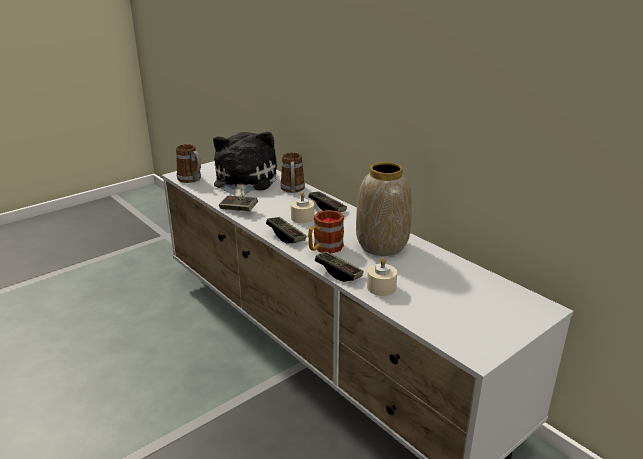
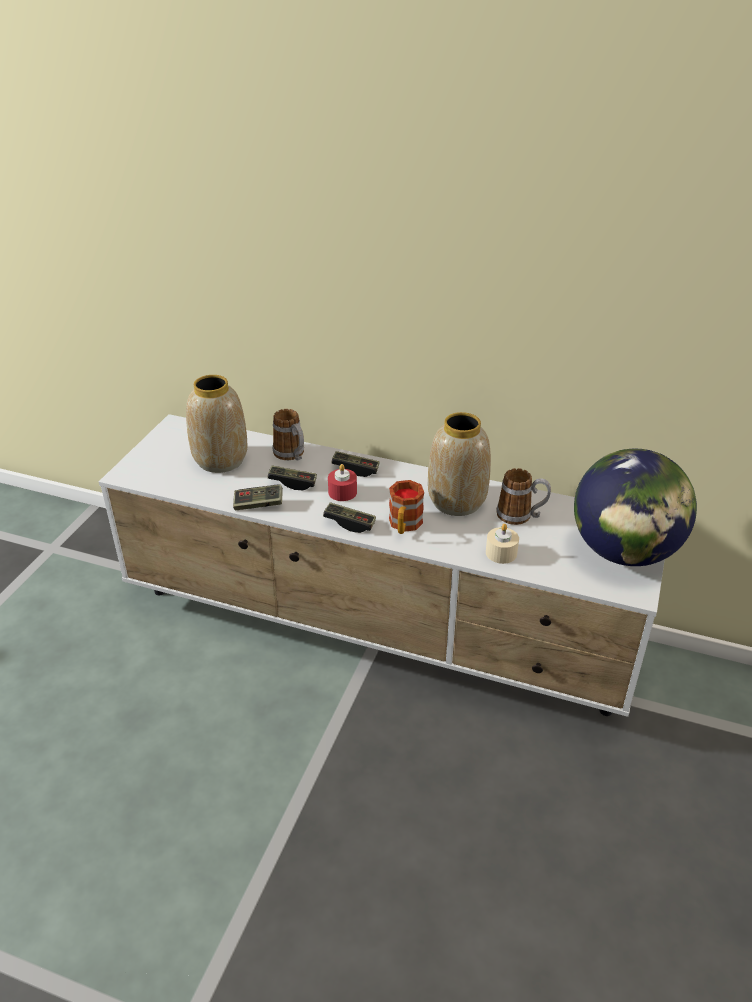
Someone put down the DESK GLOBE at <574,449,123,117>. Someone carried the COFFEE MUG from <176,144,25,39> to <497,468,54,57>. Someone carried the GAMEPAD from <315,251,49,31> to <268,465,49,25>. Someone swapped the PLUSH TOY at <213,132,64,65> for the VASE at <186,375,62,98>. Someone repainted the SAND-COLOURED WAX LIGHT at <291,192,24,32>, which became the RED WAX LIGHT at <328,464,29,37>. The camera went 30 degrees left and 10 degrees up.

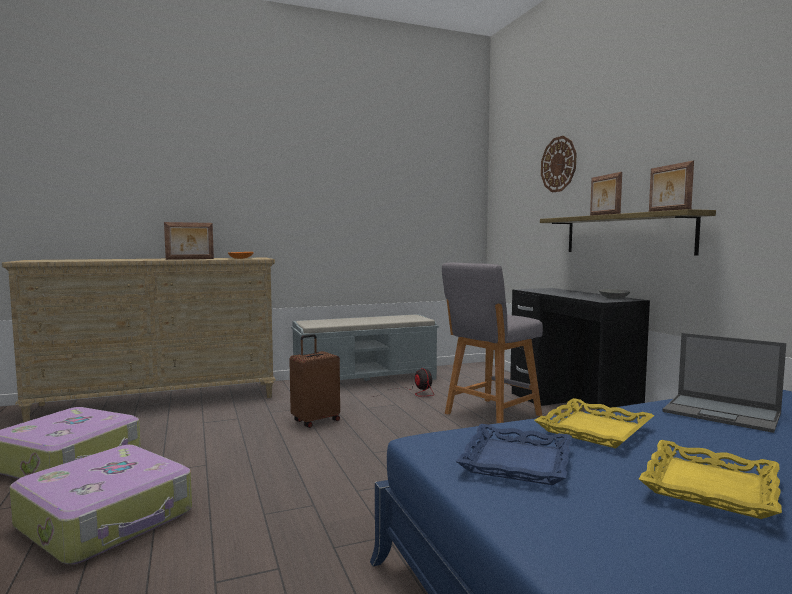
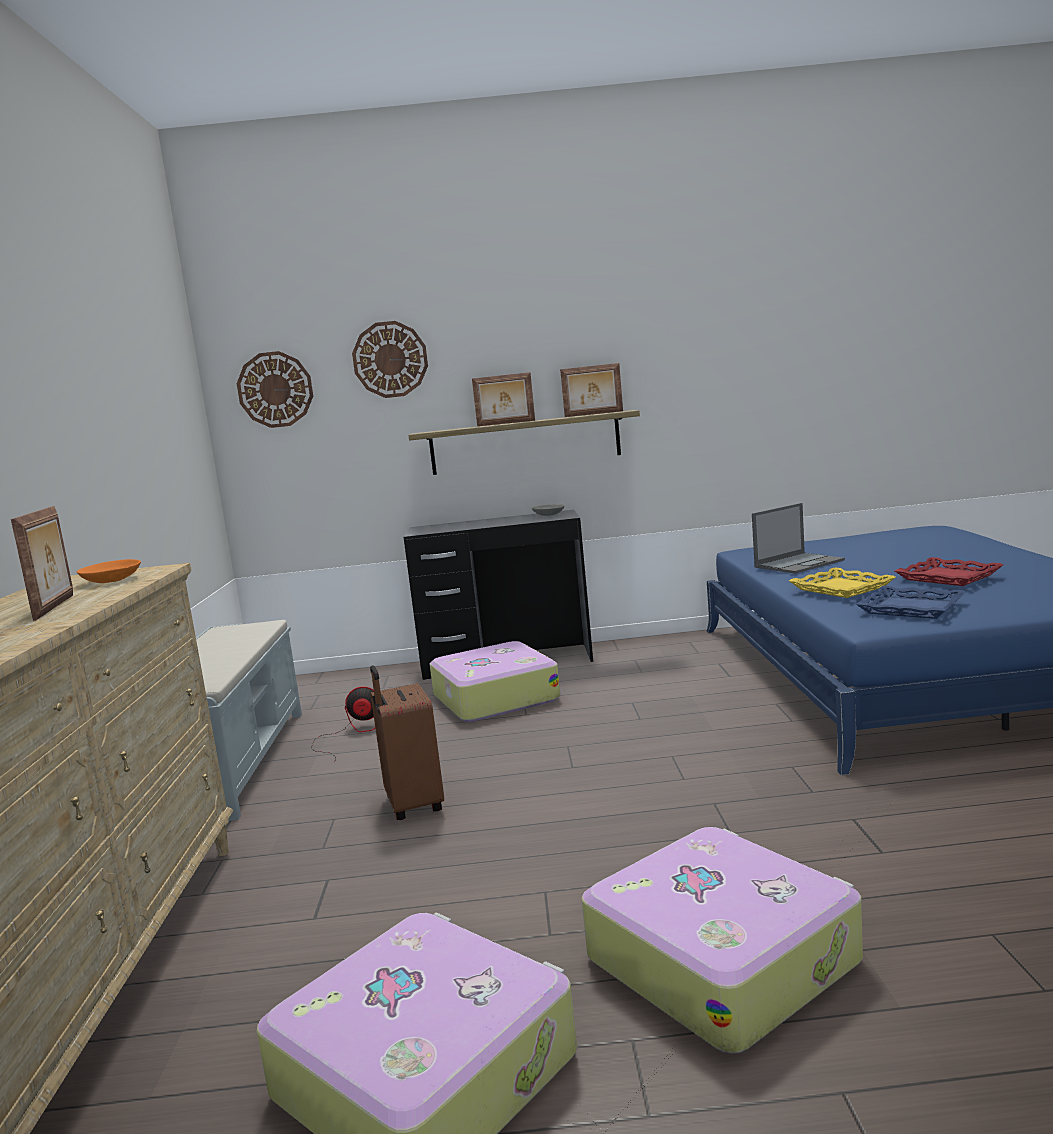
Someone put up the CLOCK ON THE WALL at <237,351,76,77>. Someone swapped the GREY SITTING STOOL at <442,262,101,162> for the TRAVEL CASE at <430,641,130,81>. Someone repainted the YELLOW-COLOURED CARRYING TRAY at <639,440,143,79>, which became the RED CARRYING TRAY at <895,557,108,29>. The camera went 70 degrees left and 5 degrees up.

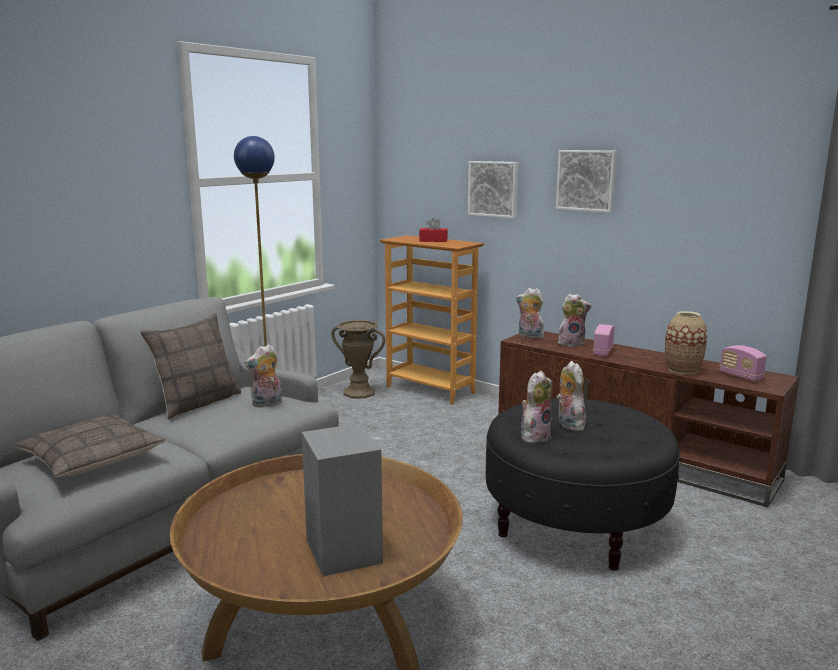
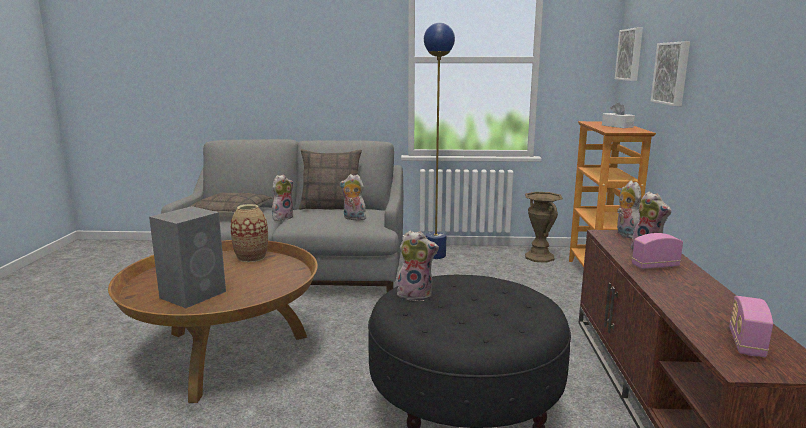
Someone carried the PICTURE from <556,150,61,62> to <615,28,28,53>. Someone carried the PLUSH TOY from <557,361,29,70> to <272,174,22,47>. Someone carried the VASE from <665,311,42,63> to <230,204,38,58>. Someone repainted the RED TISSUE HOLDER at <419,218,29,24>, which became the WHITE TISSUE HOLDER at <602,103,33,25>. The camera went 55 degrees right and 0 degrees up.

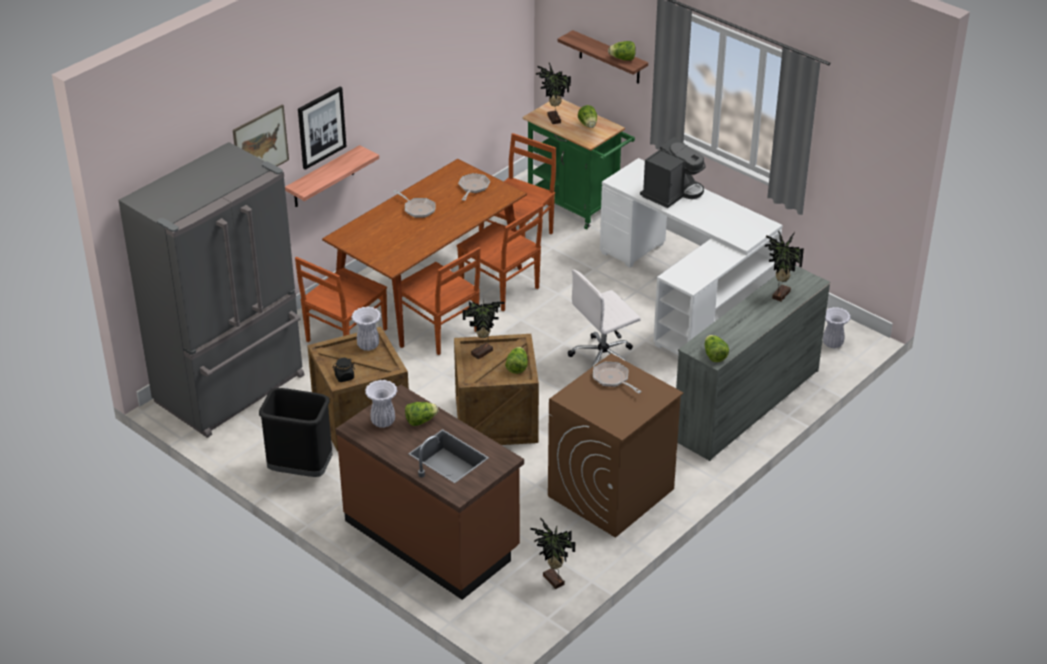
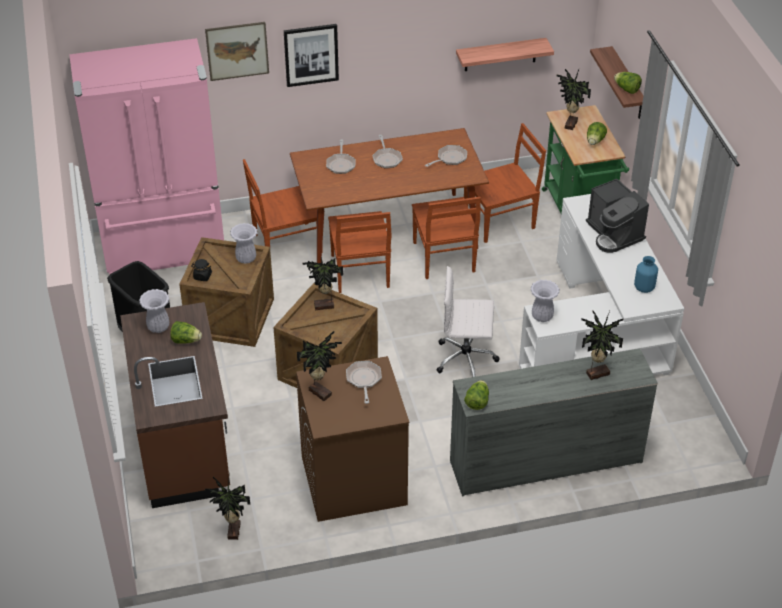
Someone took away the HEAD OF LETTUCE at <505,347,23,27>. Someone put down the HOUSEPLANT at <297,331,45,70>. Someone put down the SKILLET at <326,140,29,34>. Someone put down the BLUE VASE at <634,256,24,37>. Someone carried the SHELF from <285,145,94,62> to <456,38,98,33>. Someone carried the WHITE VASE from <823,307,28,41> to <530,280,30,42>. Someone repainted the GREY REFRIGERATOR at <118,142,186,296>, which became the PINK REFRIGERATOR at <69,38,155,237>. Someone rotated the COFFEE BREWER at <640,137,66,71> by 75 degrees clockwise. The camera went 35 degrees right and 5 degrees up.

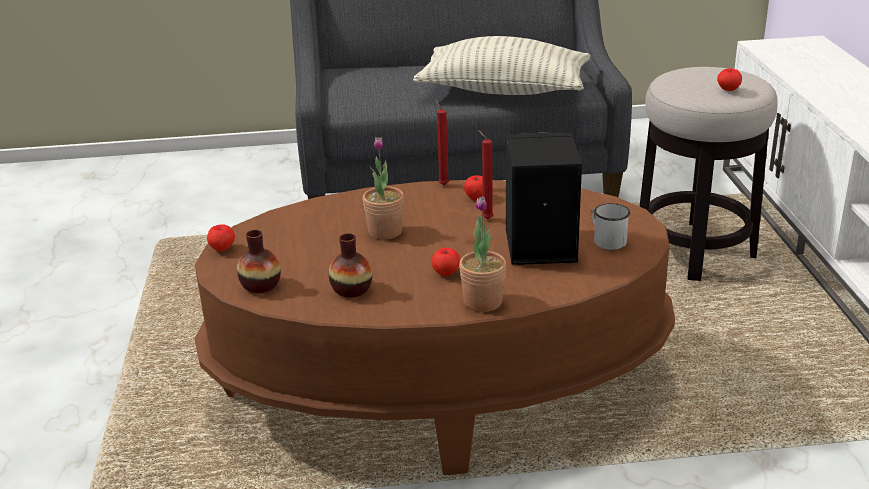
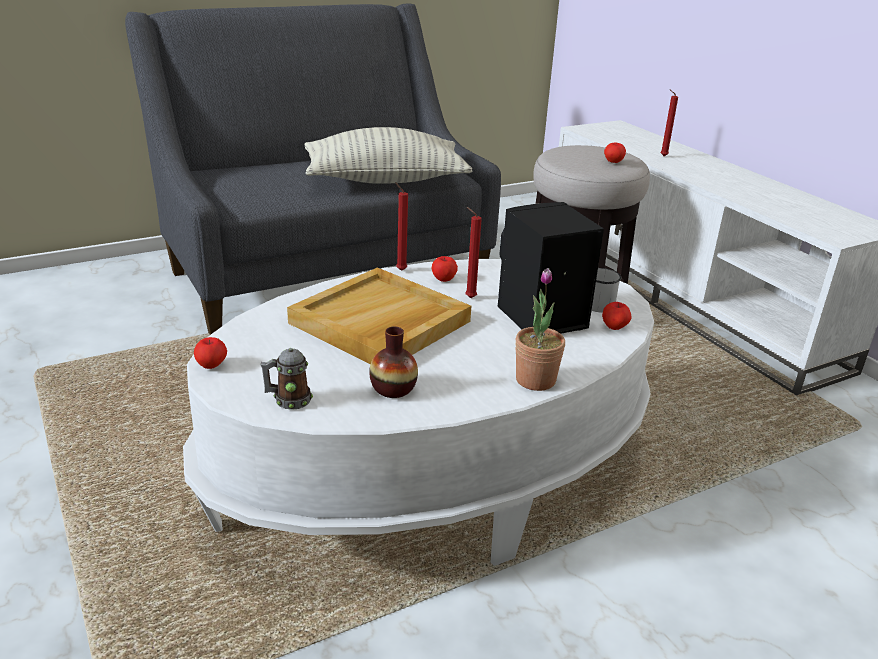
Someone put down the RED WAX LIGHT at <660,90,18,66>. Someone carried the APPLE FRUIT from <432,248,29,28> to <602,302,30,28>. Someone swapped the VASE at <237,230,44,63> for the COFFEE MUG at <260,348,53,62>. Someone swapped the HOUSEPLANT at <363,137,41,103> for the SAND-COLOURED CARRYING TRAY at <287,267,184,97>. Someone repainted the BROWNISH LOW TABLE at <194,180,481,295>, which became the WHITE LOW TABLE at <183,259,471,307>. The camera went 25 degrees left and 0 degrees up.

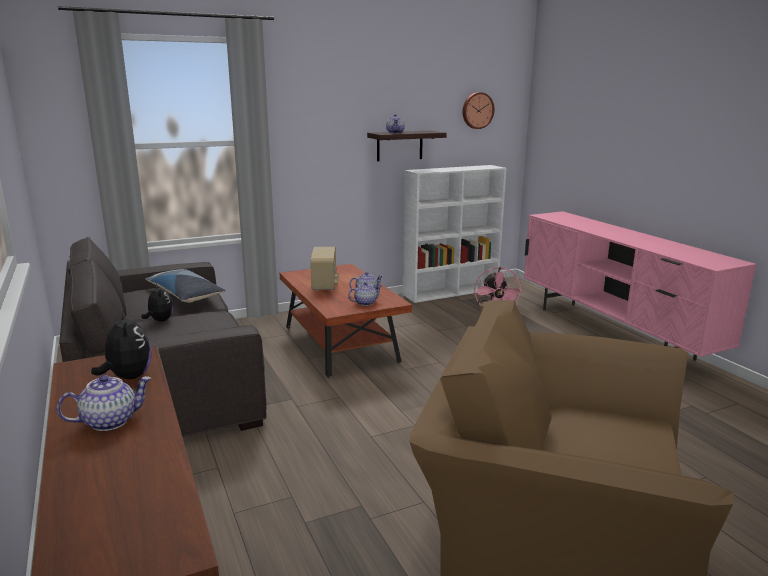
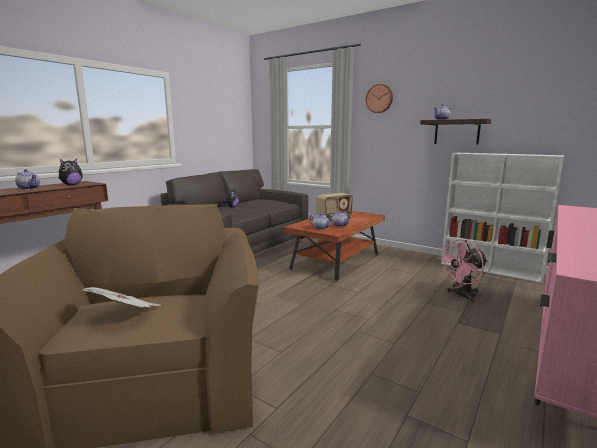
Someone took away the CUSHION at <145,269,81,34>. Someone put down the DAILY PAPER at <83,287,78,21>. Someone carried the CLOCK ON THE WALL from <463,92,31,37> to <366,84,27,29>. The camera went 60 degrees right and 5 degrees down.

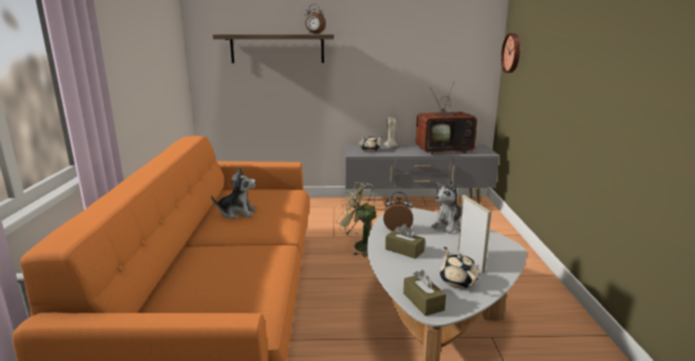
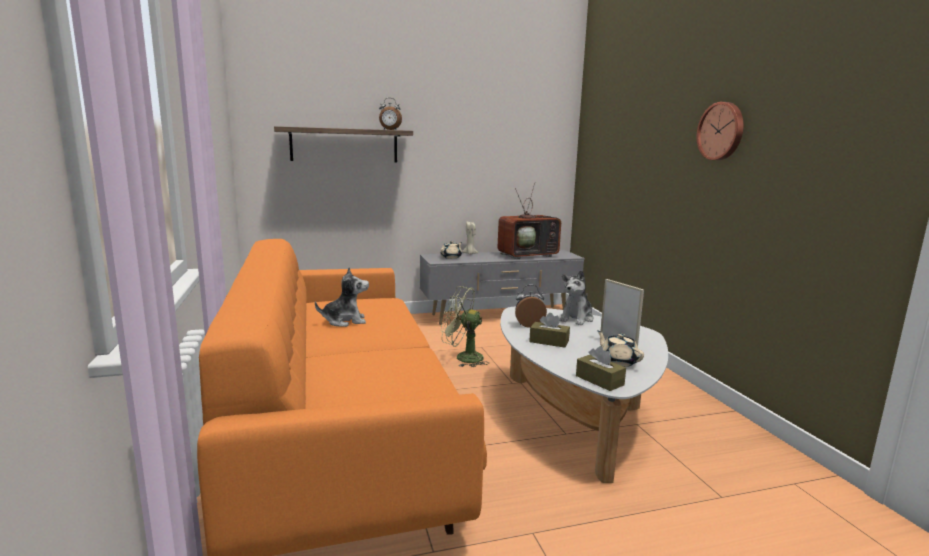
Someone carried the CLOCK ON THE WALL from <501,33,19,40> to <696,102,48,58>. The camera went 15 degrees left and 5 degrees down.

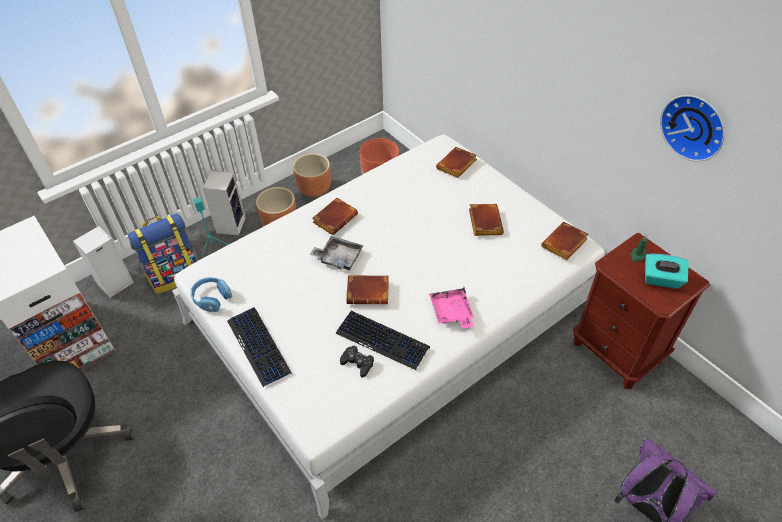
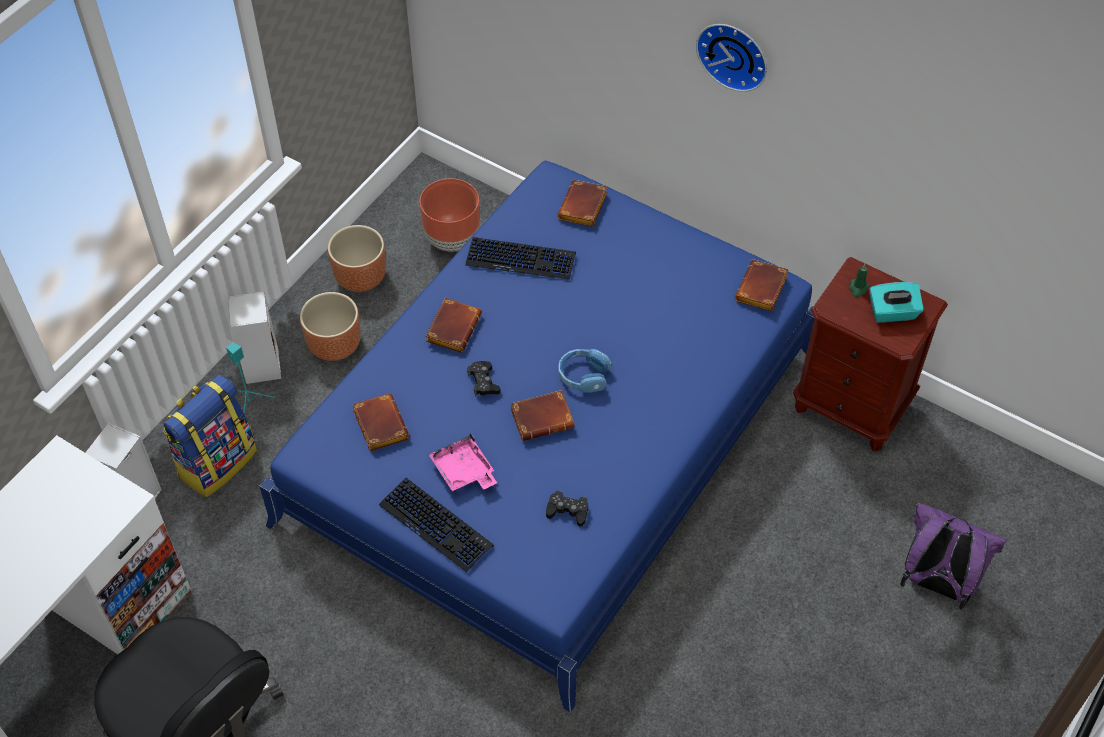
Someone carried the BLUE HEADPHONES from <190,277,42,35> to <558,349,54,44>. Someone carried the KEYBOARD from <336,311,94,59> to <465,237,111,42>. Someone carried the PINK CARRYING TRAY from <429,287,45,42> to <428,433,69,58>. Someone carried the BROWNISH VOLUME from <469,204,35,32> to <352,393,58,58>. Someone carried the CLOCK ON THE WALL from <660,95,65,66> to <696,24,71,68>. Someone swapped the GREY CARRYING TRAY at <310,236,54,34> for the BLACK-COLOURED GAMEPAD at <467,361,34,35>. Someone repainted the WHITE SLEEPING BED at <172,134,433,386>, which became the BLUE SLEEPING BED at <259,161,555,551>. The camera went 20 degrees left and 5 degrees up.

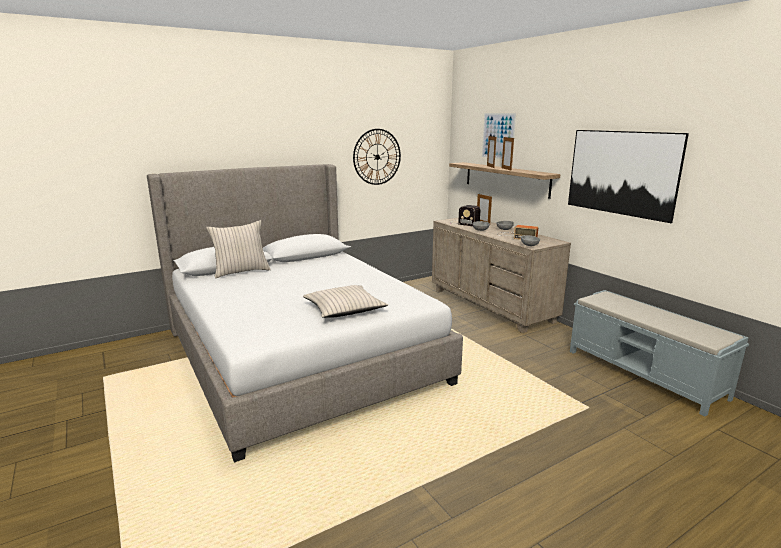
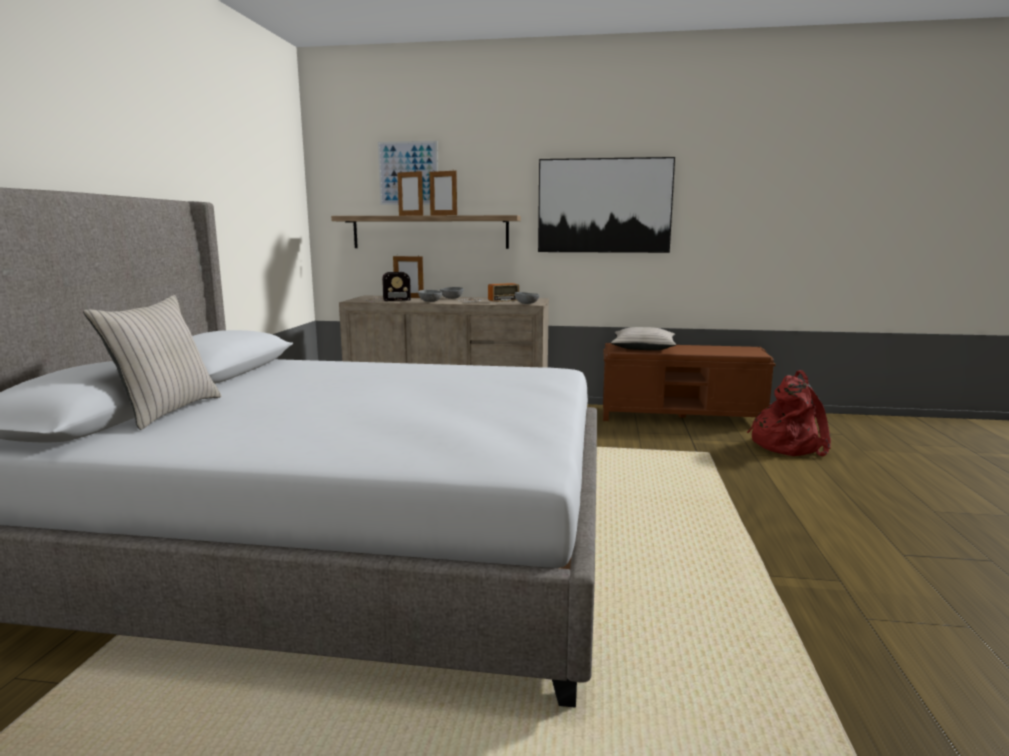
Someone took away the CLOCK ON THE WALL at <353,129,48,56>. Someone put down the RED KNAPSACK at <747,370,84,86>. Someone carried the SAND-COLOURED CUSHION from <303,285,85,33> to <611,327,65,23>. Someone repainted the GREY BENCH at <570,290,179,127>, which became the BROWNISH BENCH at <603,343,173,78>. The camera went 50 degrees left and 5 degrees down.

